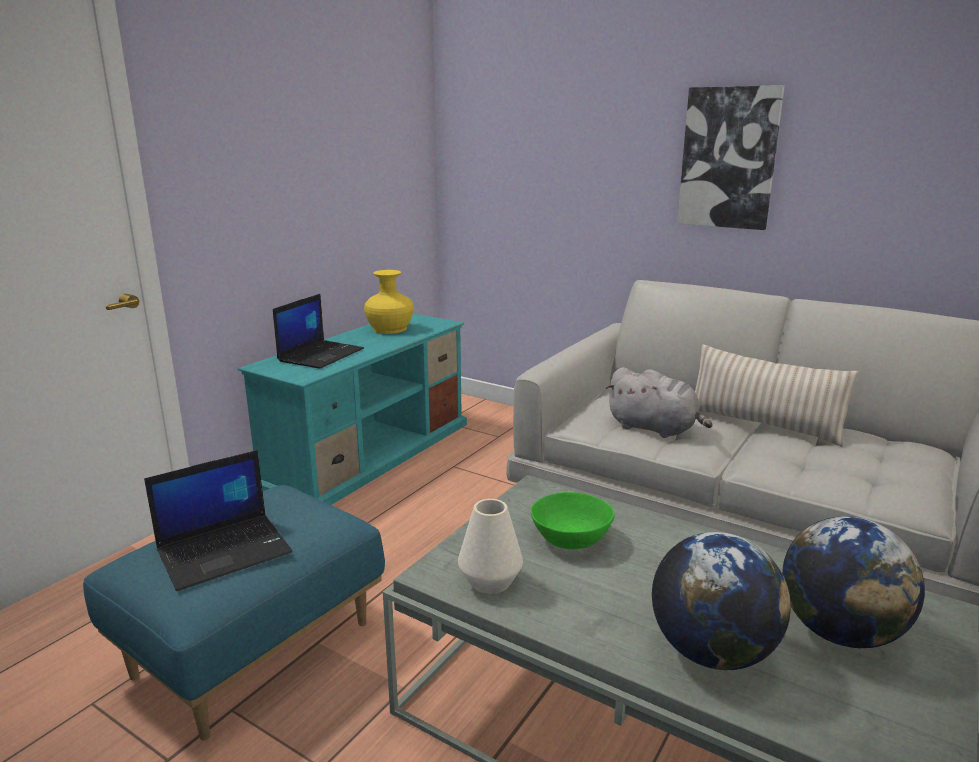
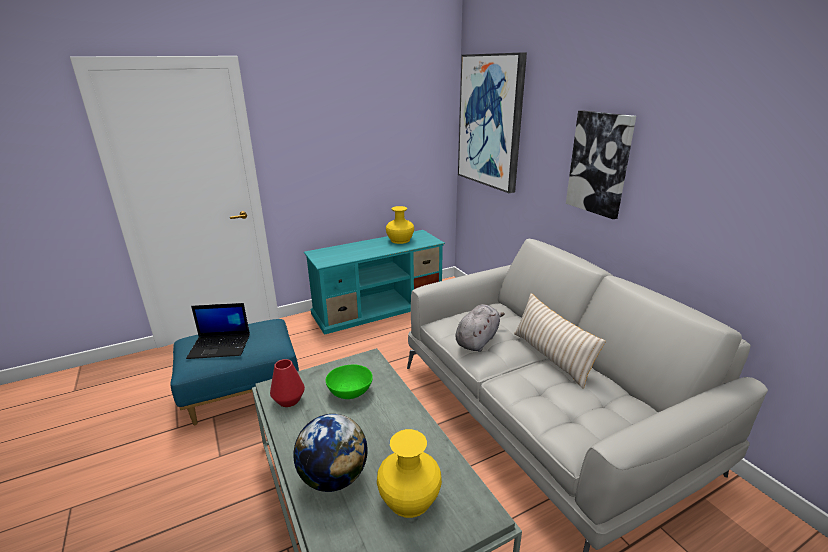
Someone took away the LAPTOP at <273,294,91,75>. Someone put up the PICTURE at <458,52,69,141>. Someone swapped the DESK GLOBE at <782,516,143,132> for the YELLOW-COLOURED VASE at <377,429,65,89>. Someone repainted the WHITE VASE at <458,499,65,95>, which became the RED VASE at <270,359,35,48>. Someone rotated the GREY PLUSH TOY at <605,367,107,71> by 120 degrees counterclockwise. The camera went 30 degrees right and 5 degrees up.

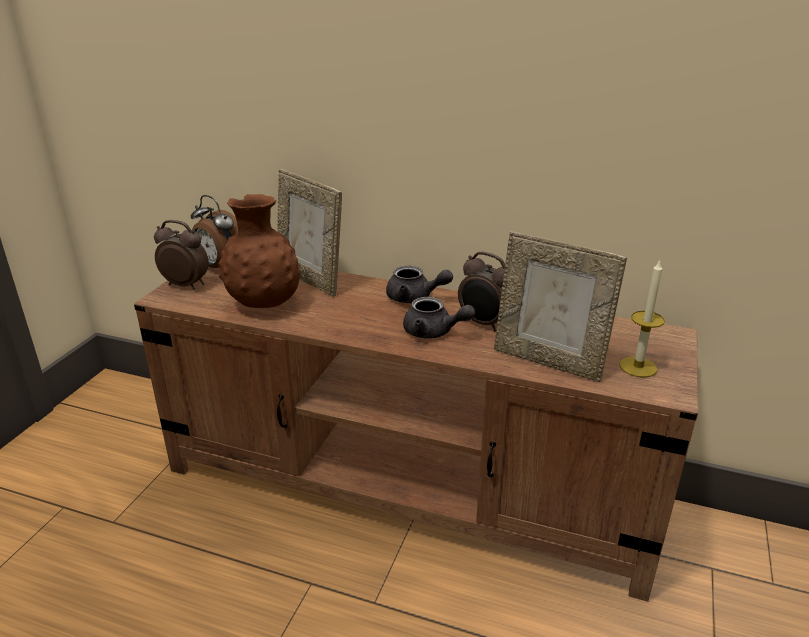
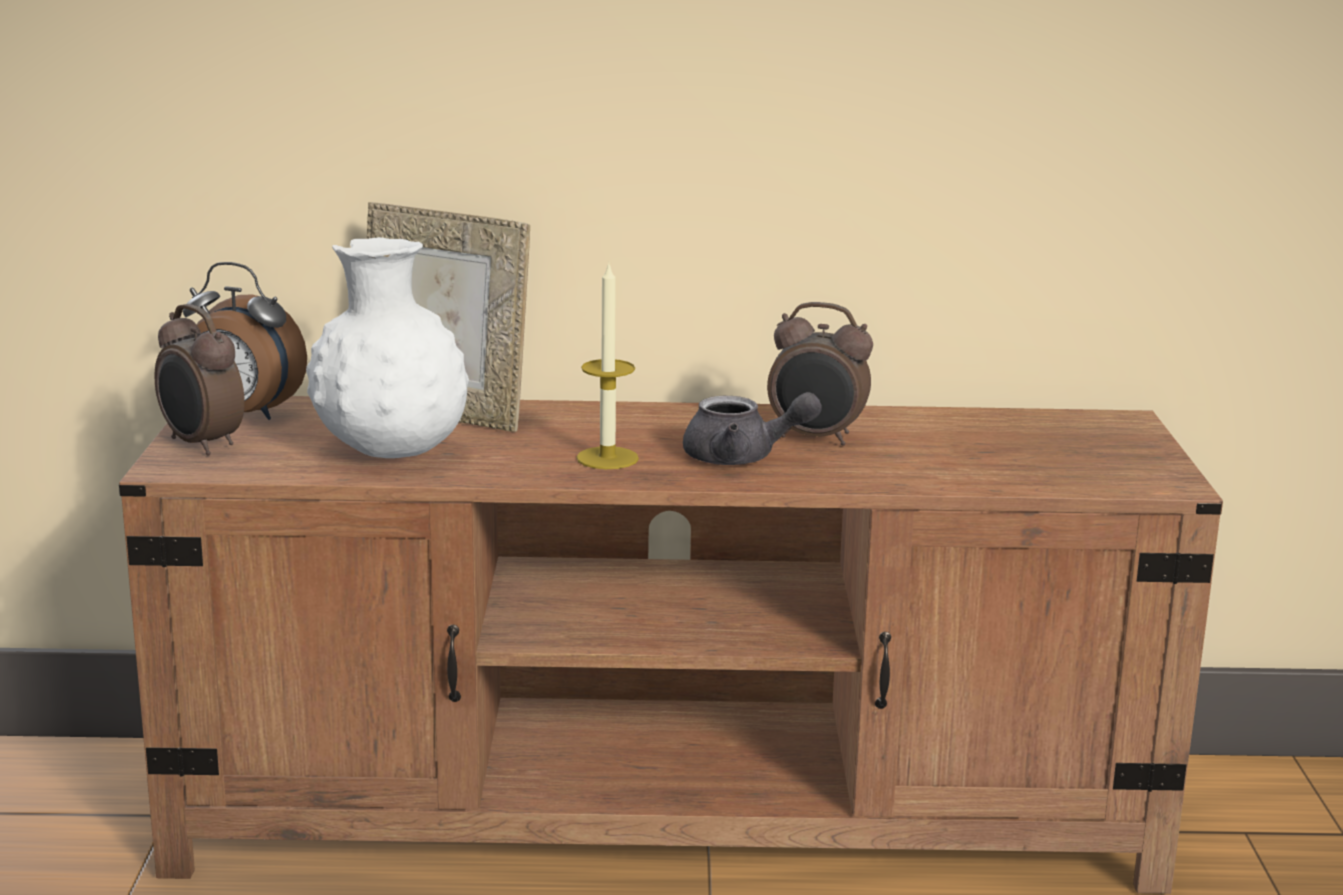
Someone took away the GREY TEAPOT at <386,266,67,37>. Someone took away the PICTURE FRAME at <494,231,133,151>. Someone carried the WAX LIGHT from <619,260,46,118> to <577,263,62,206>. Someone repainted the BROWNISH VASE at <219,194,82,114>, which became the WHITE VASE at <306,237,163,221>. Someone rotated the TABLE CLOCK at <154,220,55,69> by 135 degrees counterclockwise. The camera went 20 degrees left and 10 degrees down.

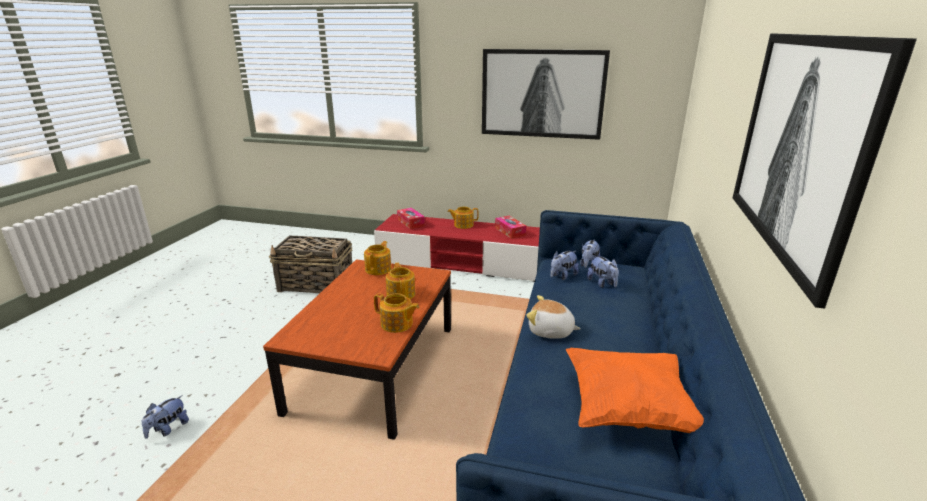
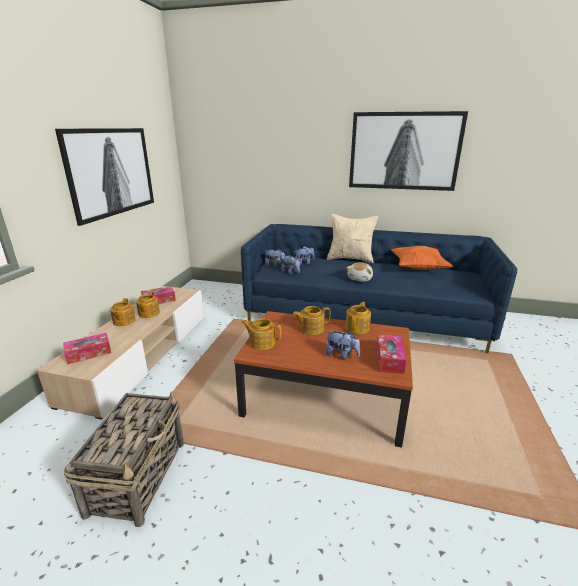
Someone put down the TEAPOT at <136,291,24,27>. Someone put down the SAND-COLOURED CUSHION at <327,214,51,49>. Someone put down the TISSUE HOLDER at <376,334,30,40>. Someone carried the PLUSH TOY from <142,395,47,44> to <326,331,34,29>. Someone repainted the RED MEDIA CONSOLE at <374,214,166,68>, which became the SAND-COLOURED MEDIA CONSOLE at <37,286,167,134>. The camera went 90 degrees left and 0 degrees up.

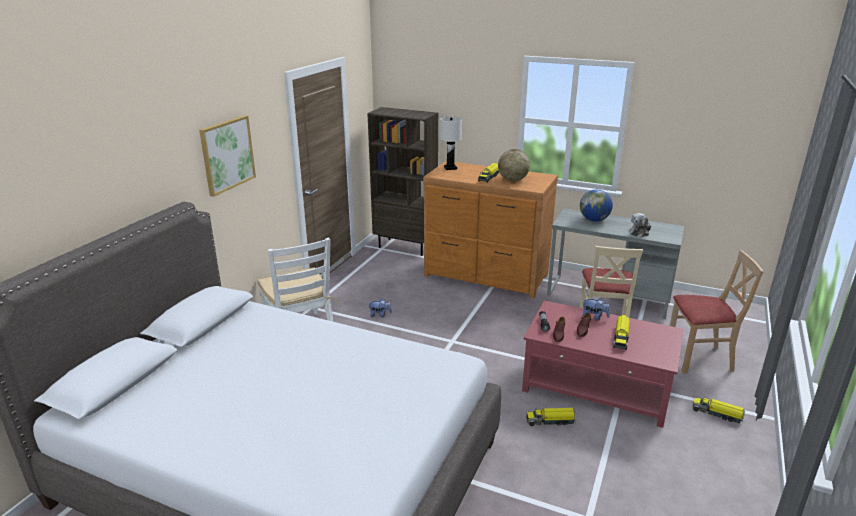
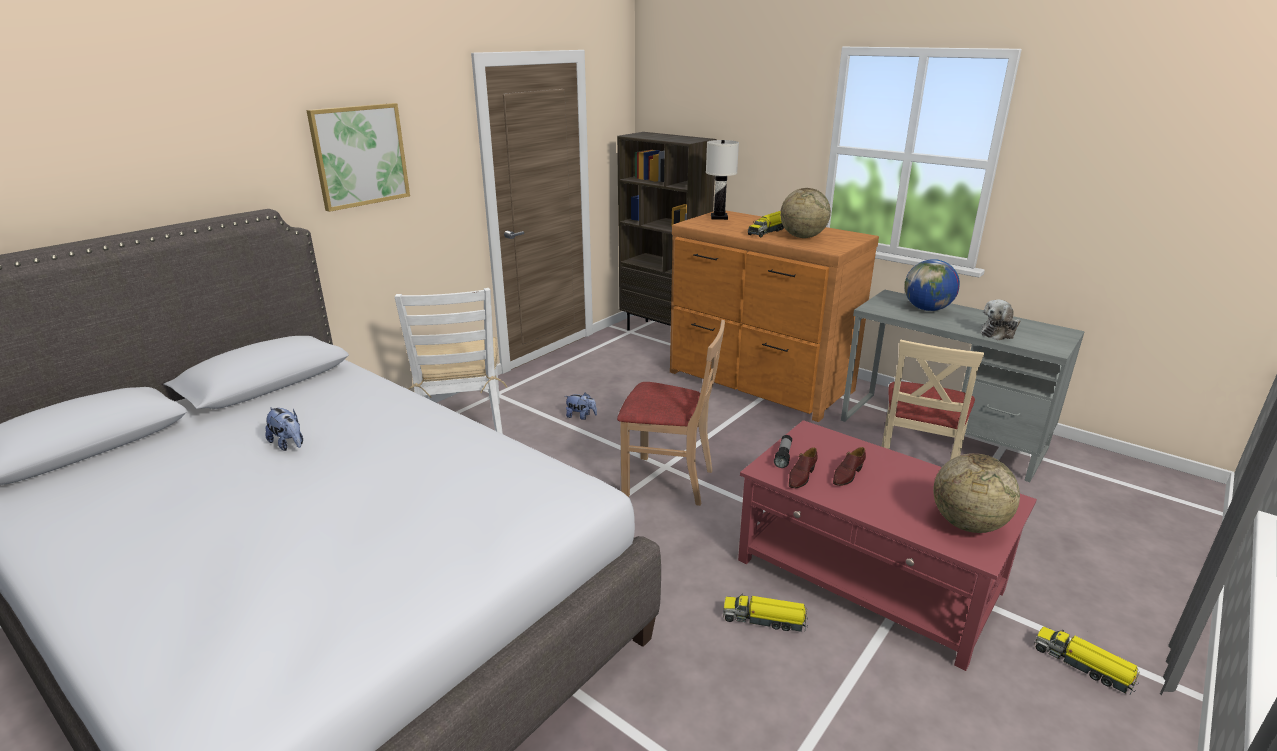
Someone took away the MODEL TRUCK at <613,315,17,35>. Someone put down the DESK GLOBE at <933,453,87,80>. Someone carried the PLUSH TOY from <582,298,28,23> to <265,407,38,44>. Someone carried the SAND-COLOURED CHAIR from <670,250,94,123> to <617,320,108,186>. The camera went 15 degrees right and 0 degrees up.

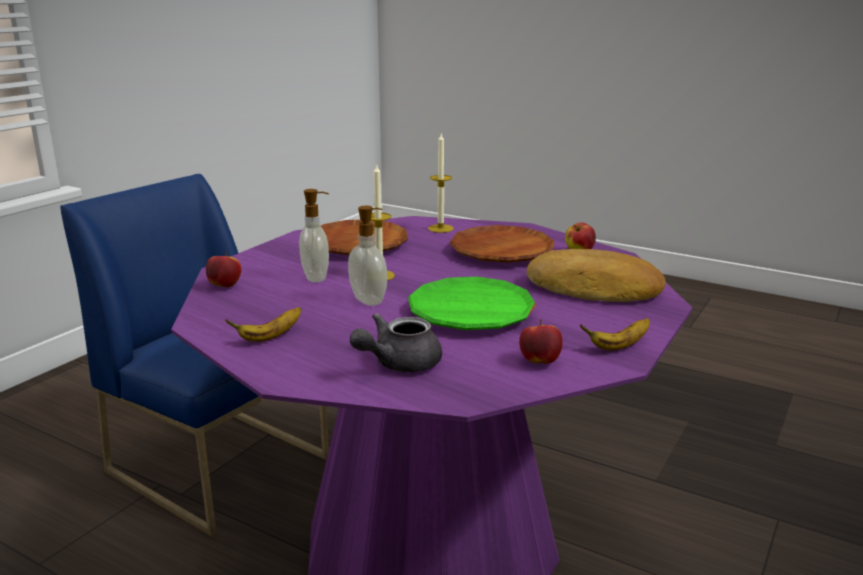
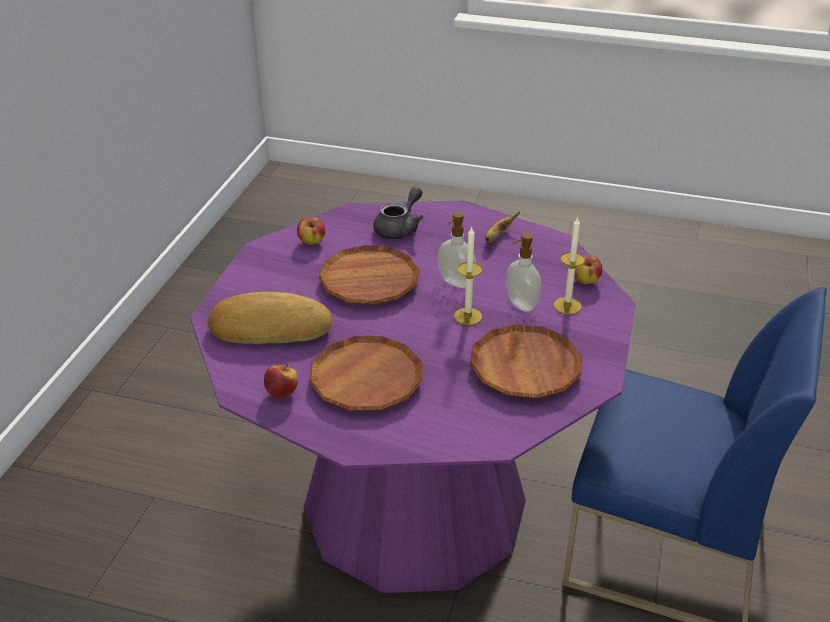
Someone took away the BANANA at <580,318,70,32>. Someone carried the WAX LIGHT from <428,134,25,99> to <554,216,31,99>. Someone repainted the GREEN-COLOURED FLAT DISH at <408,277,128,53>, which became the BROWNISH FLAT DISH at <318,245,102,60>. The camera went 165 degrees right and 15 degrees up.

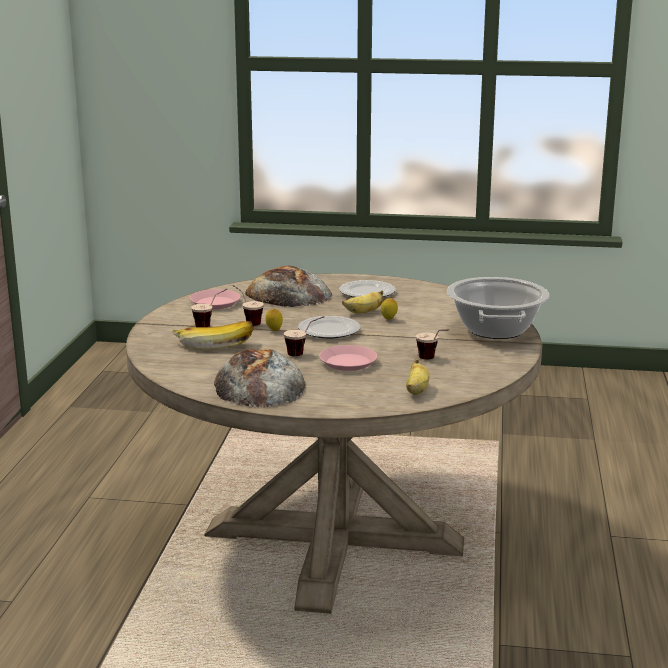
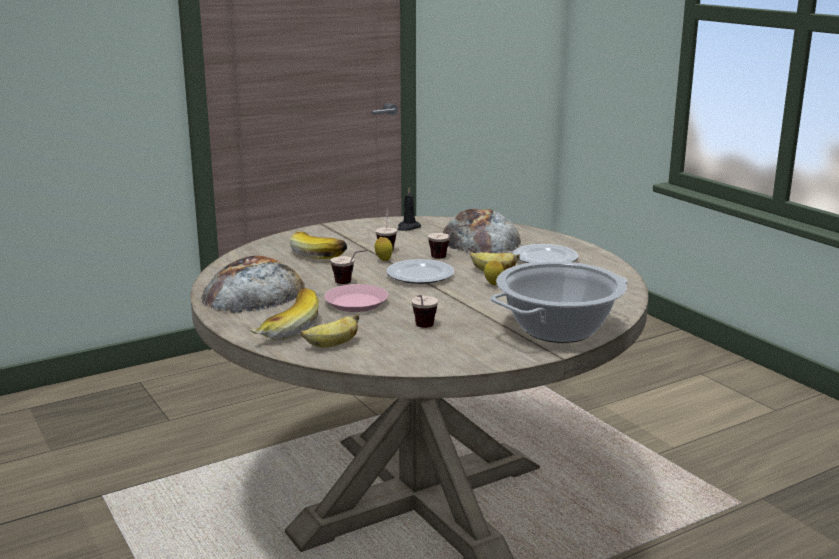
Someone put down the BANANA at <251,288,68,52>. Someone carried the DRINKING CUP from <191,289,36,38> to <428,224,39,34>. Someone swapped the PINK FLAT DISH at <190,289,51,20> for the BLACK-COLOURED WAX LIGHT at <398,188,23,43>. The camera went 50 degrees right and 0 degrees up.

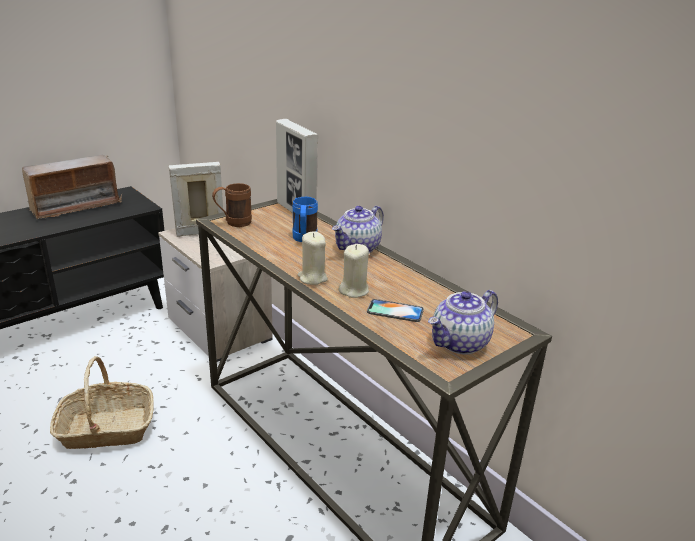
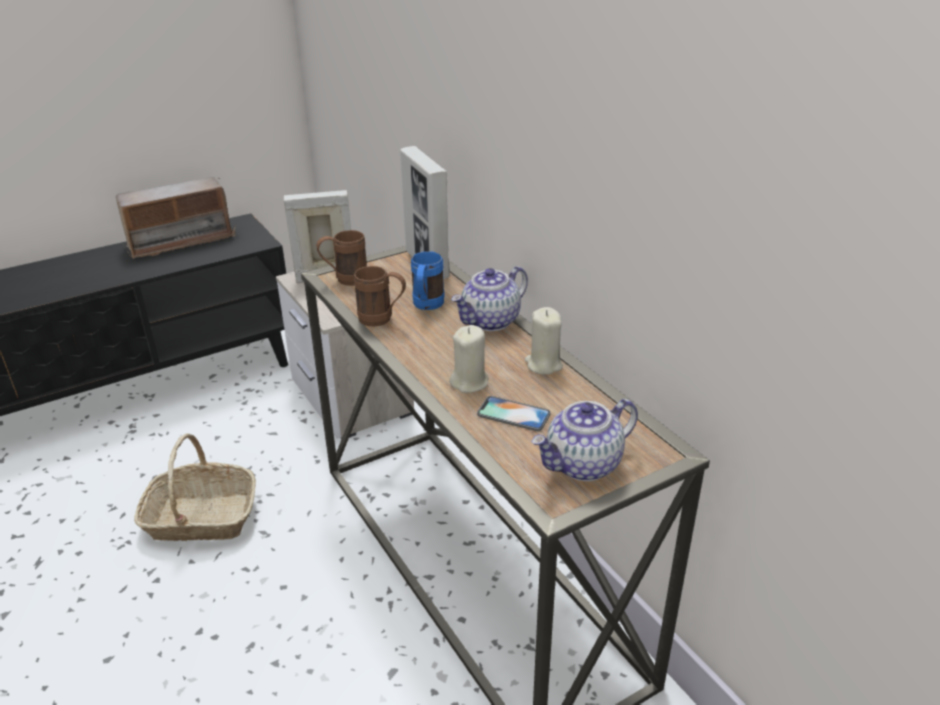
Someone put down the BROWNISH COFFEE MUG at <354,266,52,60>. Someone carried the SAND-COLOURED WAX LIGHT from <297,231,31,54> to <525,307,38,68>. The camera went 10 degrees right and 5 degrees up.

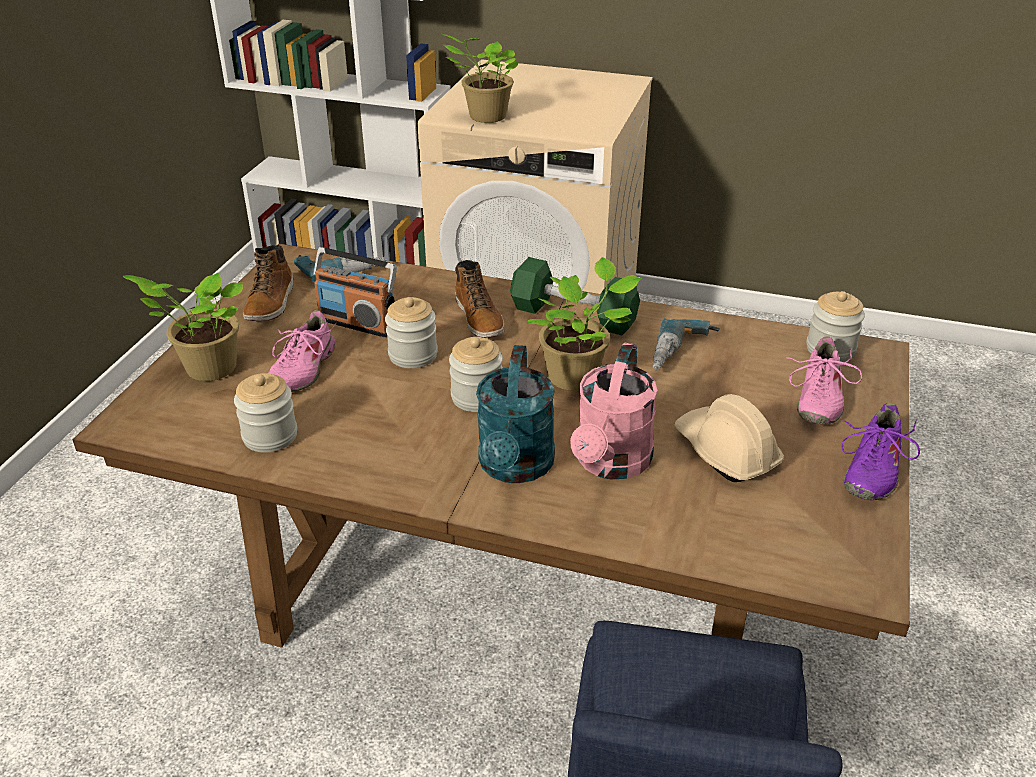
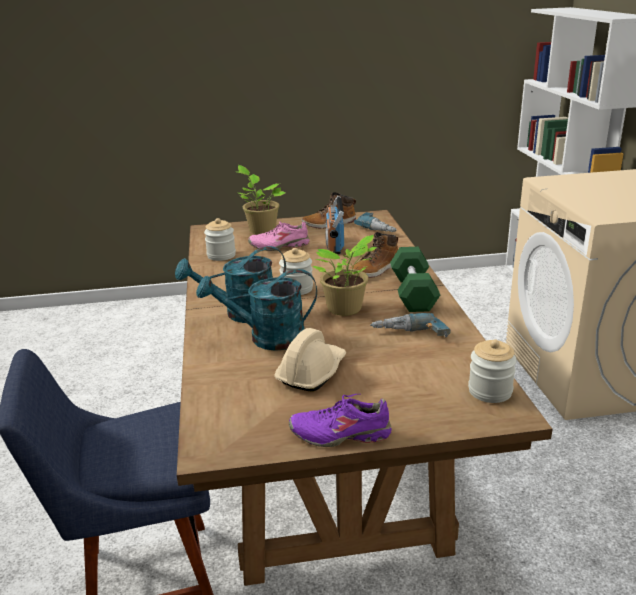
Someone took away the STORAGE JAR at <385,297,53,71>. Someone took away the HOUSEPLANT at <442,34,77,89>. Someone took away the PINK ITEM OF FOOTWEAR at <786,336,76,89>. Someone repainted the PINK WATERING CAN at <570,343,88,136>, which became the TURQUOISE WATERING CAN at <196,269,121,82>. The camera went 65 degrees right and 10 degrees down.

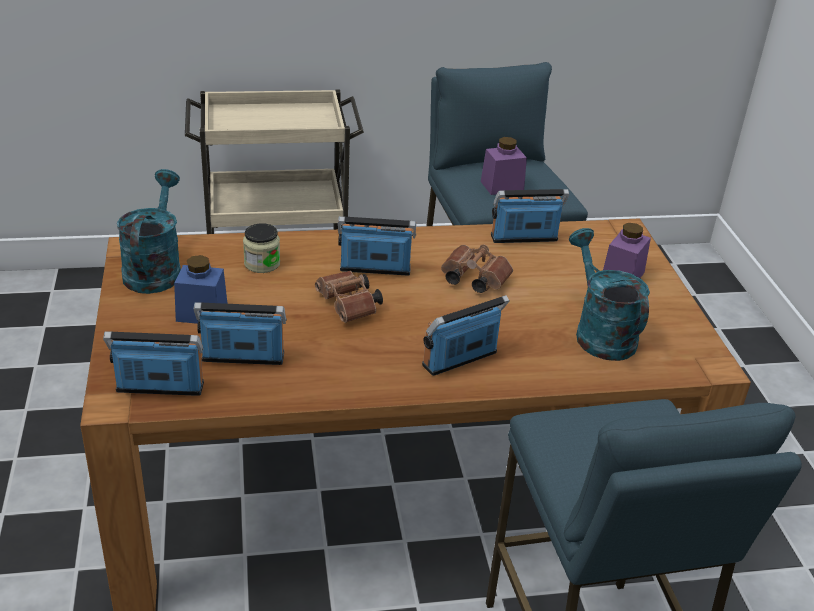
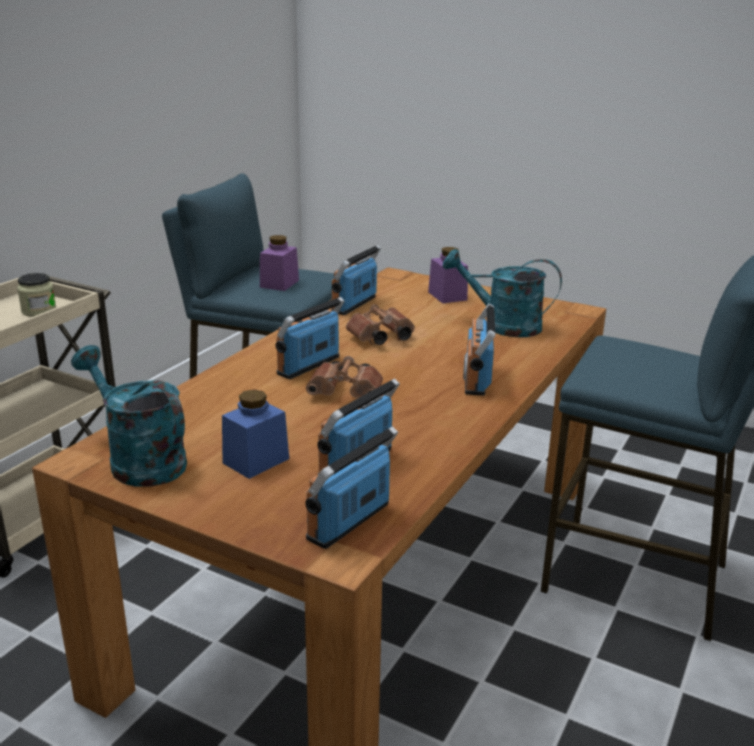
Someone carried the STORAGE JAR from <243,223,37,50> to <17,273,39,44>. The camera went 50 degrees left and 10 degrees down.

